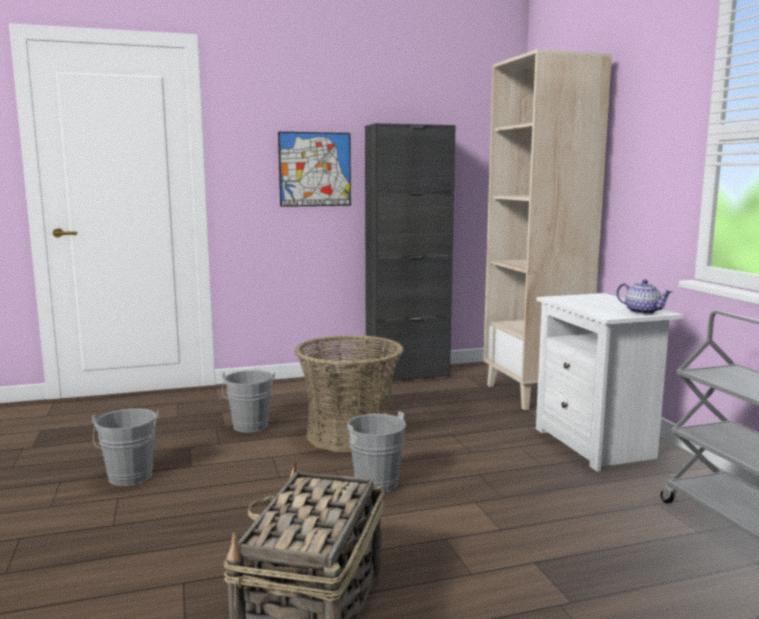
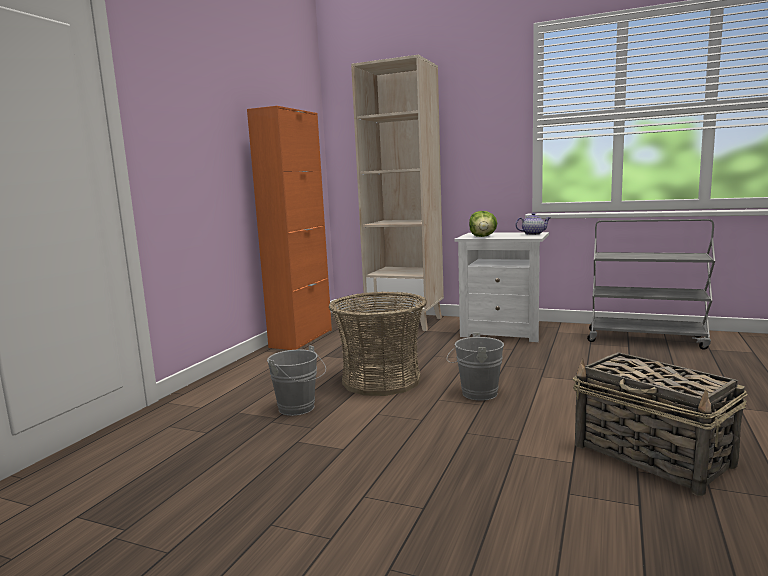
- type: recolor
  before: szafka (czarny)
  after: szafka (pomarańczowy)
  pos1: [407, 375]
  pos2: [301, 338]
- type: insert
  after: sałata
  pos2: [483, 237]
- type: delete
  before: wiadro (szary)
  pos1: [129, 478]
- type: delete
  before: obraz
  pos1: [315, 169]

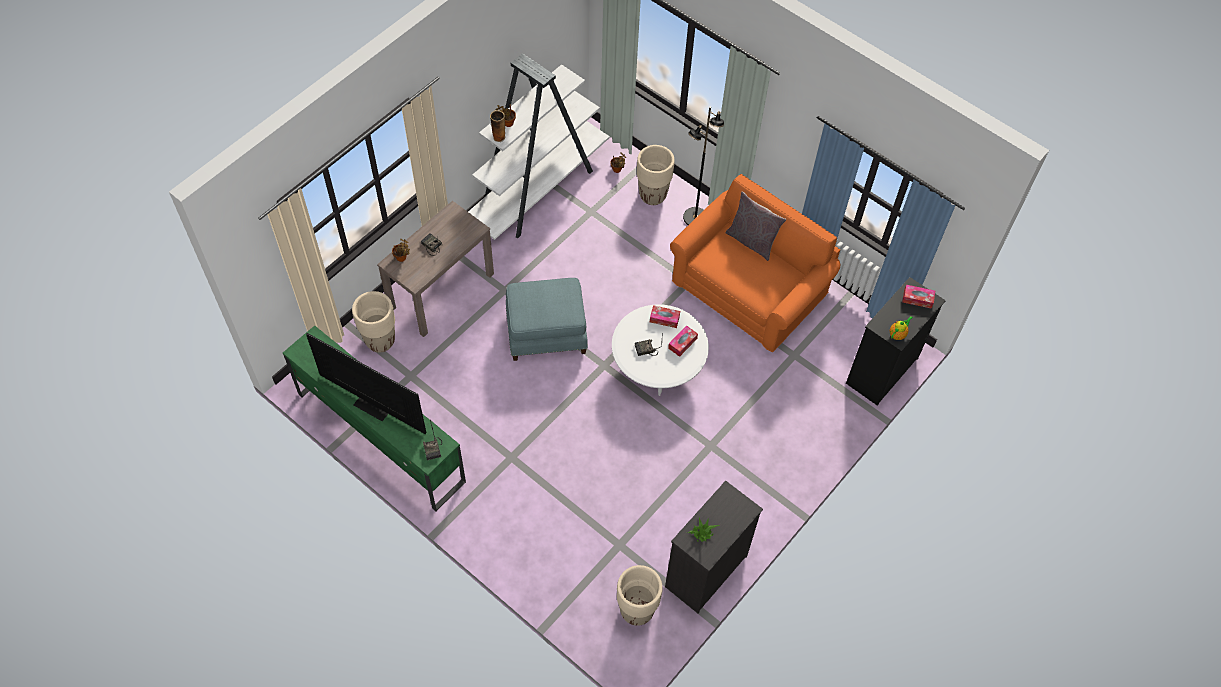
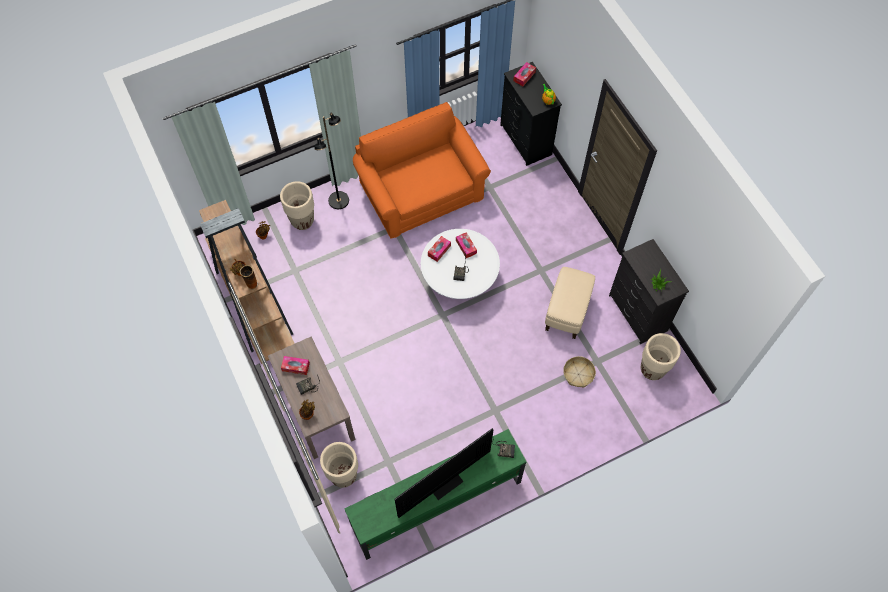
- type: recolor
  before: regał (biały)
  after: regał (brązowy)
  pos1: [538, 190]
  pos2: [252, 300]
- type: insert
  after: pudełko chusteczek
  pos2: [295, 367]
- type: insert
  after: pufa (beżowy)
  pos2: [567, 312]
- type: insert
  after: koszyk
  pos2: [578, 374]
- type: delete
  before: pufa (niebieski)
  pos1: [546, 332]
- type: delete
  before: poduszka (szary)
  pos1: [752, 241]

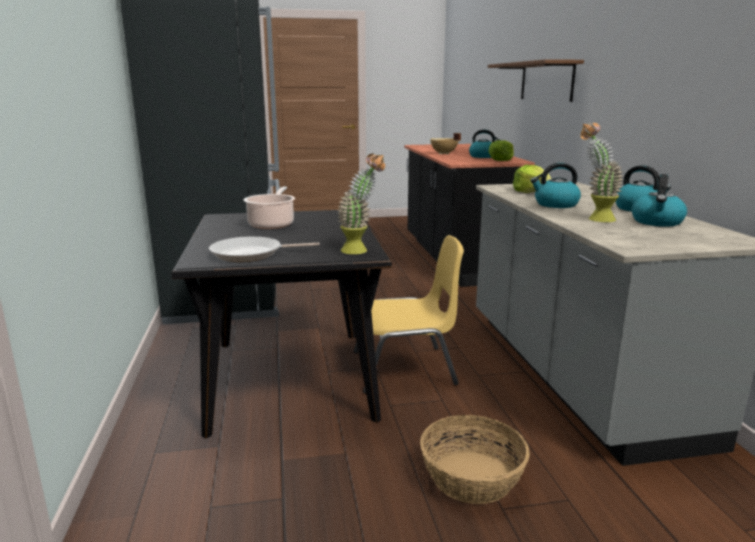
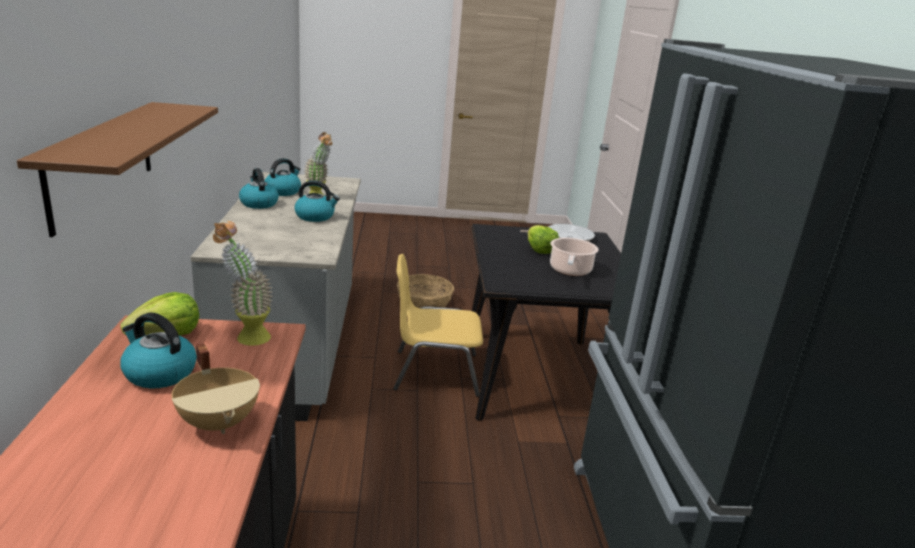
- type: move
  before: roślina doniczkowa
  pos1: [361, 251]
  pos2: [246, 336]
- type: move
  before: sałata
  pos1: [531, 192]
  pos2: [539, 250]

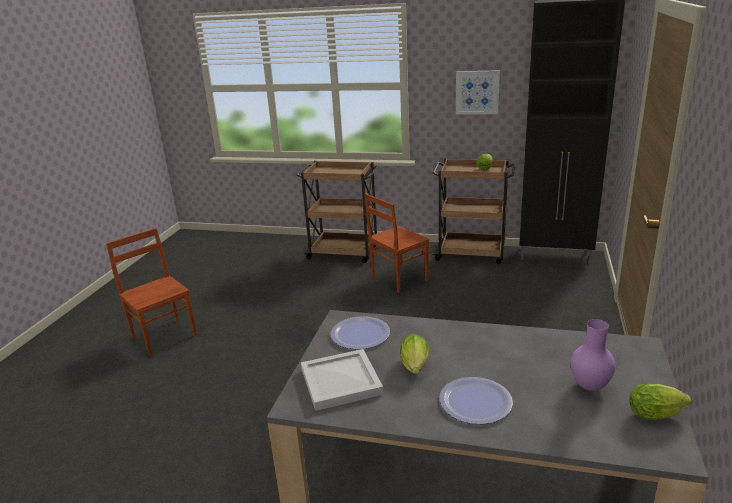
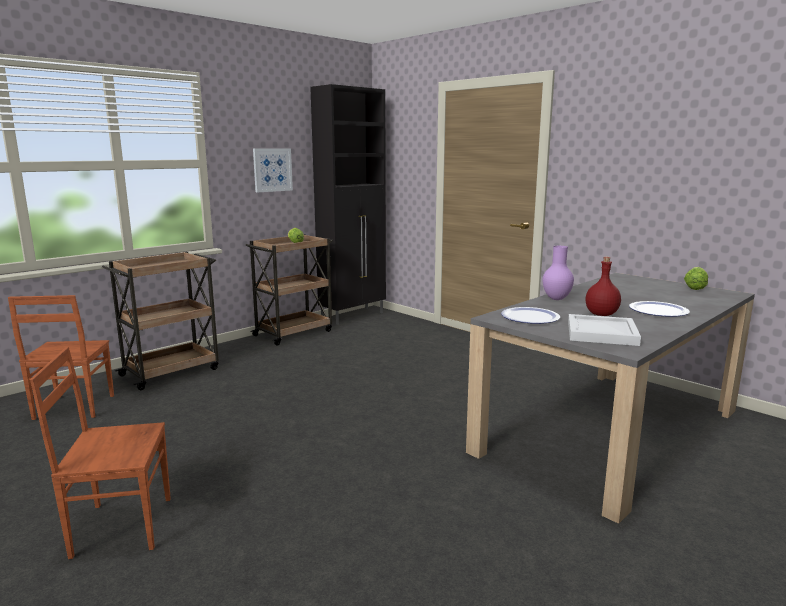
- type: move
  before: krzesło (brązowy)
  pos1: [398, 279]
  pos2: [73, 408]
- type: move
  before: wazon (fioletowy)
  pos1: [589, 387]
  pos2: [557, 299]
- type: replace
  before: sałata
  after: butelka (czerwony)
  pos1: [415, 368]
  pos2: [601, 314]

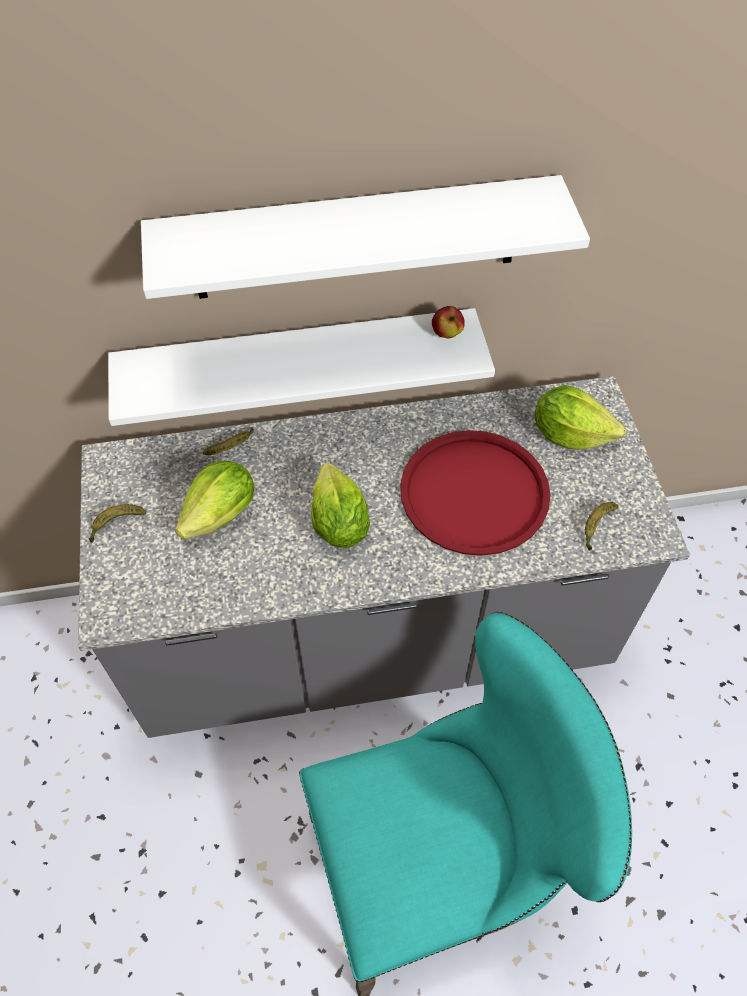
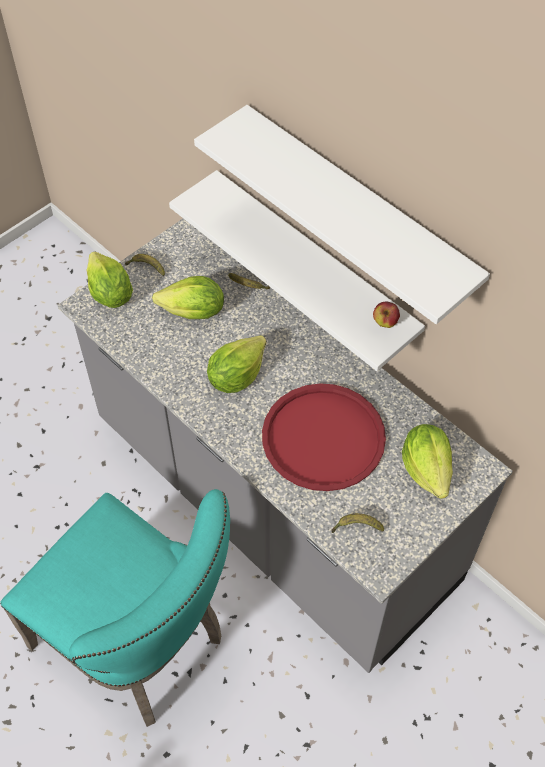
- type: insert
  after: sałata
  pos2: [110, 294]

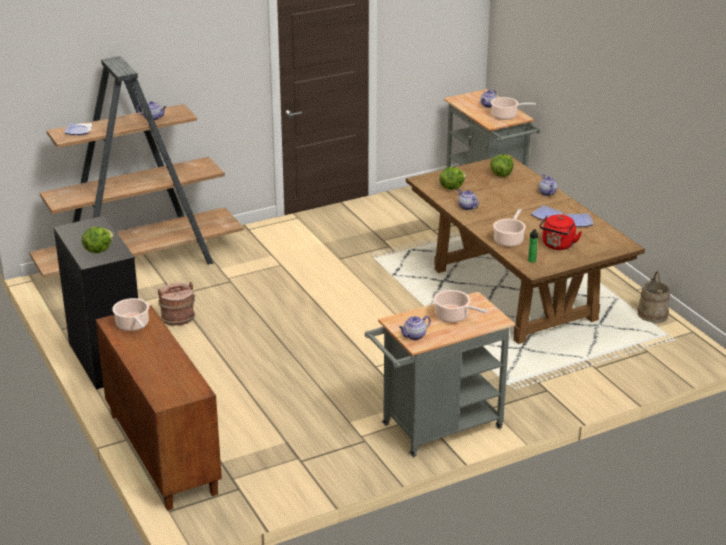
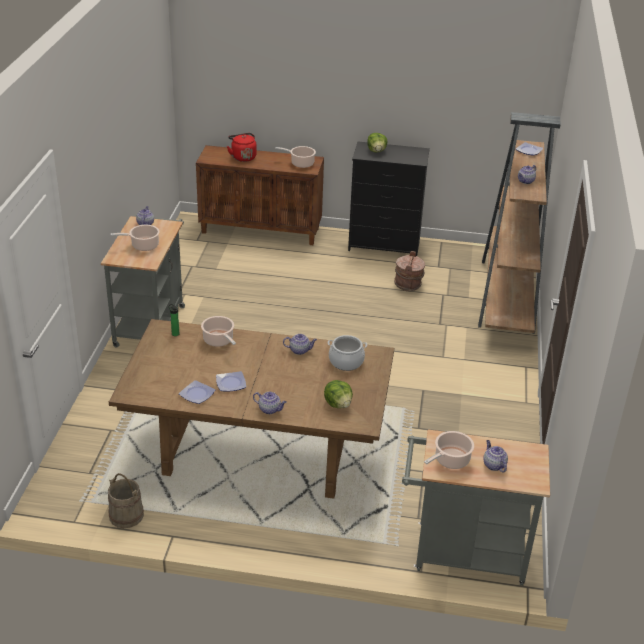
- type: move
  before: czajnik (czerwony)
  pos1: [557, 245]
  pos2: [243, 157]
- type: replace
  before: sałata
  after: garnek
  pos1: [451, 187]
  pos2: [346, 362]

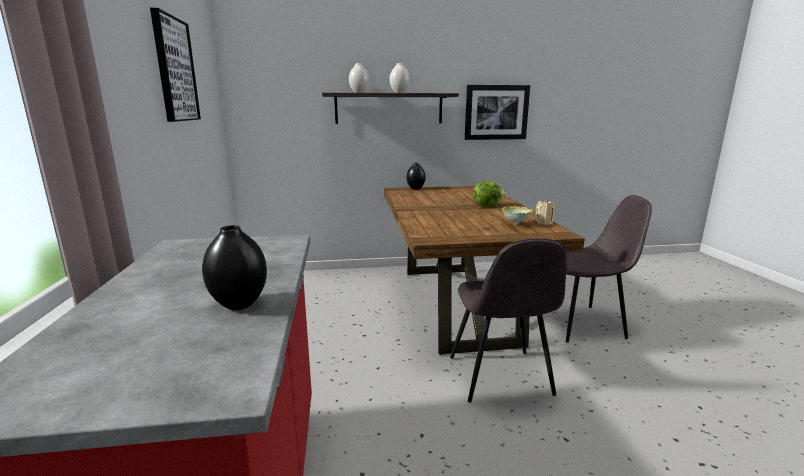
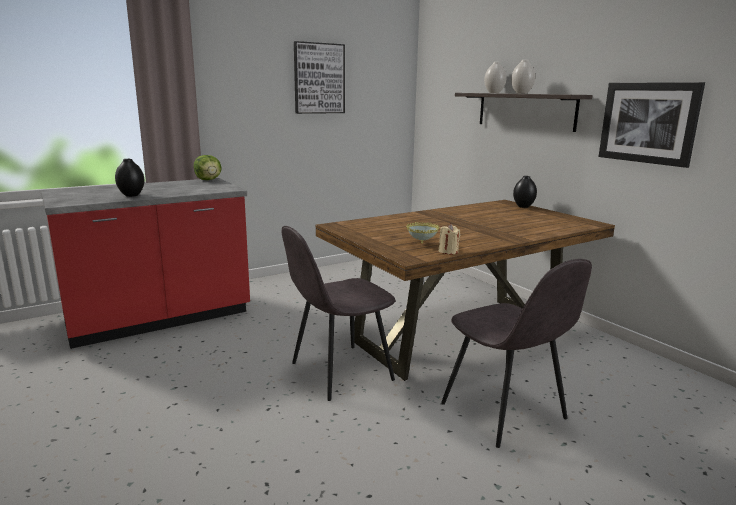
- type: move
  before: sałata
  pos1: [487, 206]
  pos2: [209, 180]

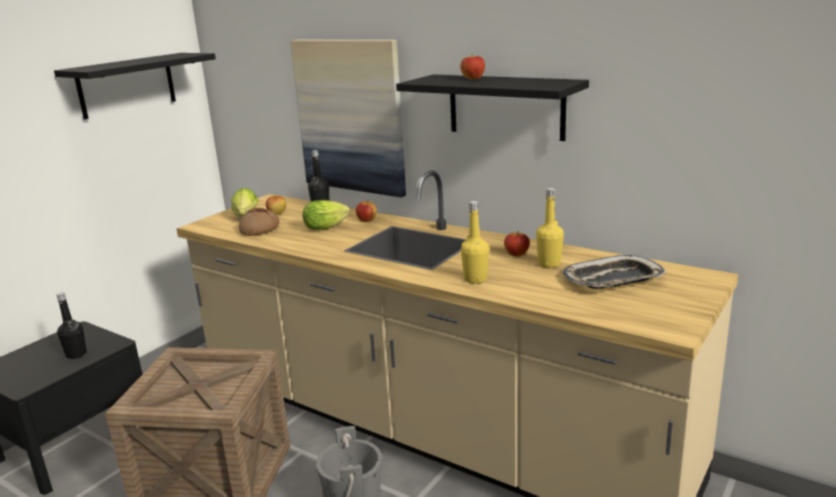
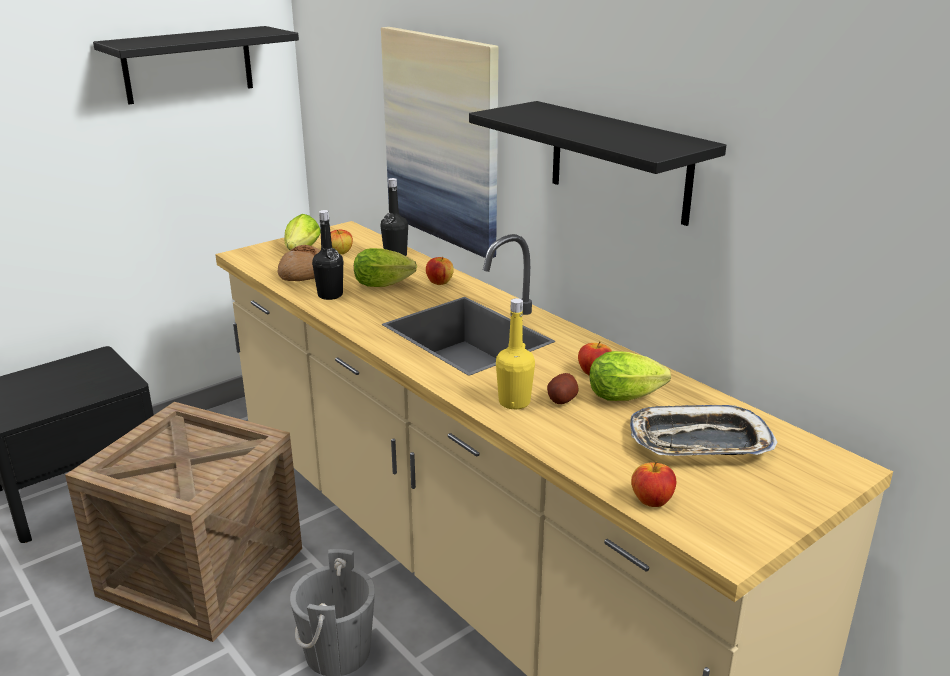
- type: move
  before: butelka (czarny)
  pos1: [76, 354]
  pos2: [330, 295]
- type: insert
  after: ziemniak
  pos2: [561, 399]
- type: replace
  before: butelka (żółty)
  after: sałata
  pos1: [549, 263]
  pos2: [628, 397]
- type: move
  before: jabłko
  pos1: [473, 79]
  pos2: [652, 501]

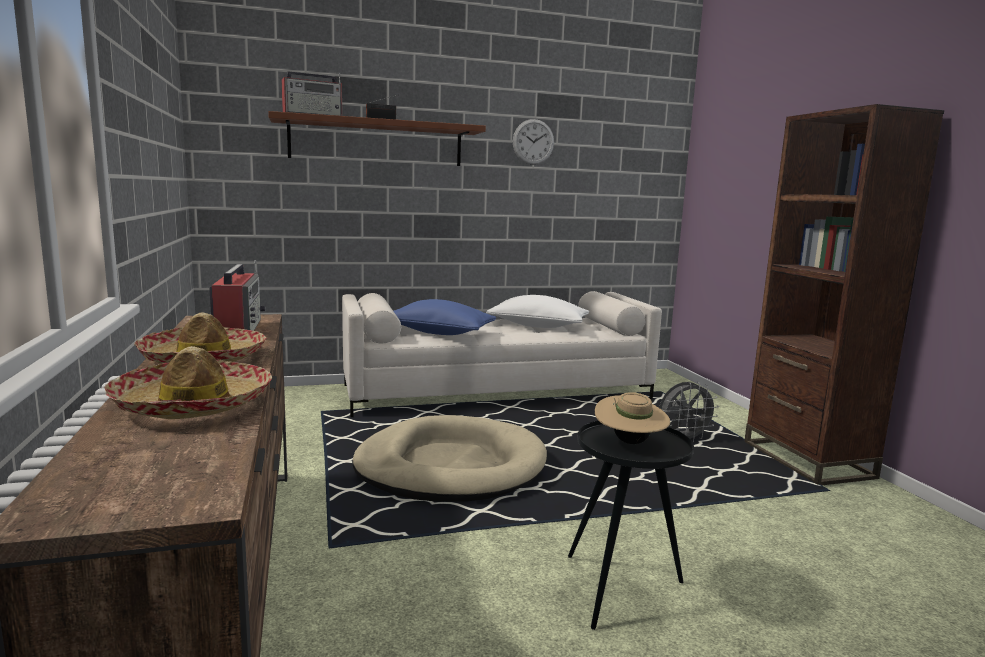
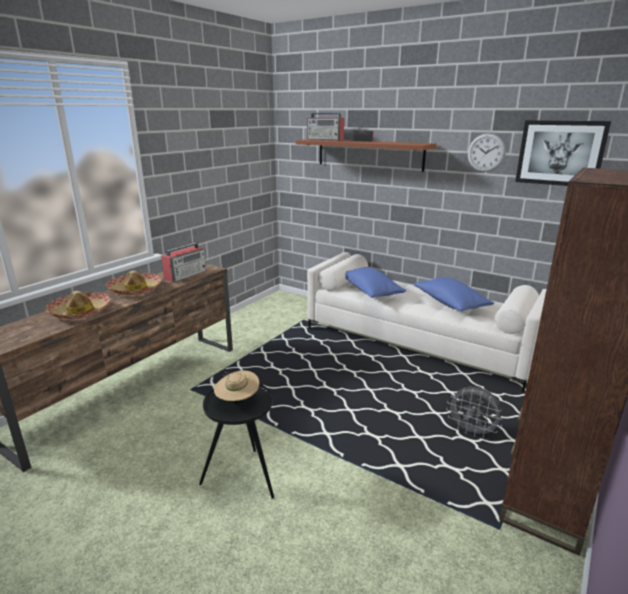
- type: recolor
  before: poduszka (biały)
  after: poduszka (niebieski)
  pos1: [537, 326]
  pos2: [450, 303]
- type: insert
  after: obraz
  pos2: [560, 153]
- type: delete
  before: legowisko (beżowy)
  pos1: [450, 466]

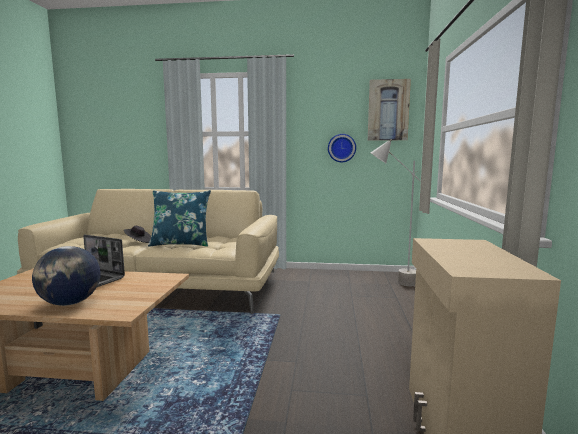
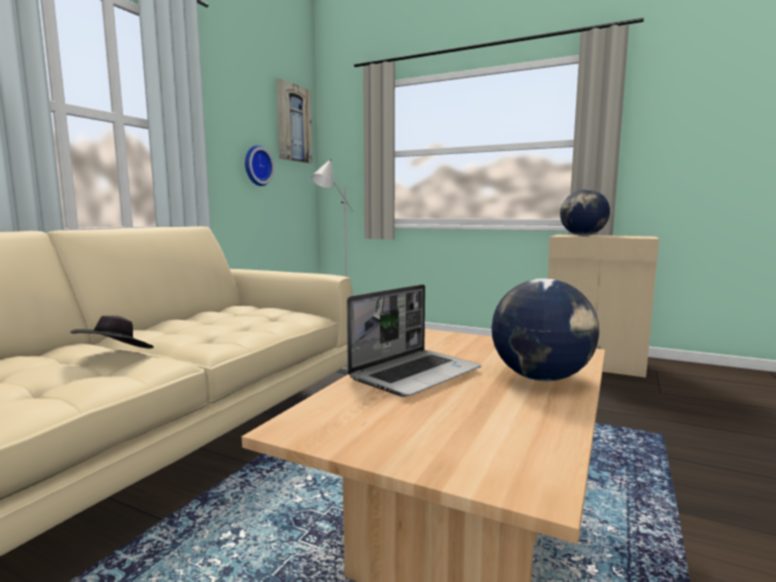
- type: insert
  after: globus
  pos2: [582, 235]
- type: delete
  before: poduszka (niebieski)
  pos1: [181, 244]

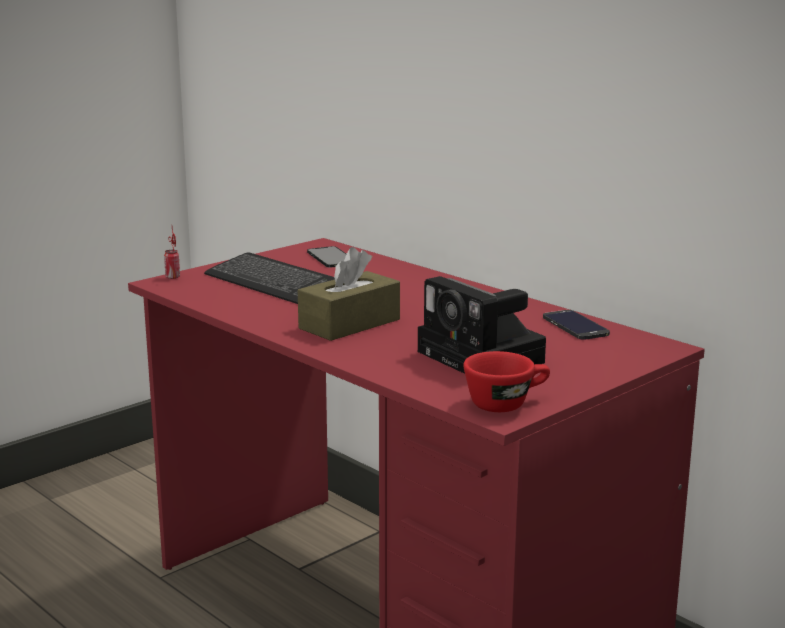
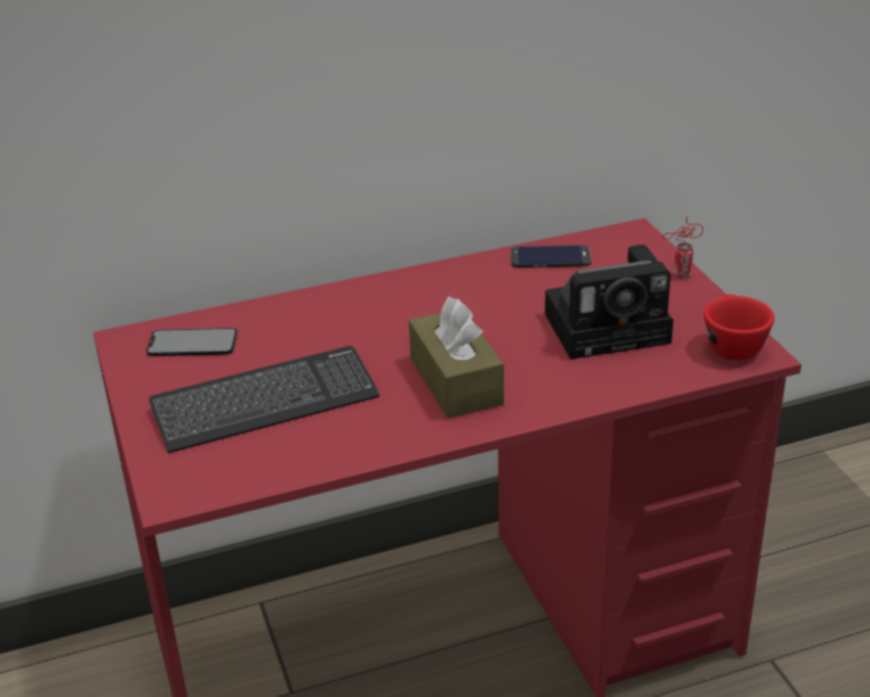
- type: move
  before: puszka
  pos1: [172, 277]
  pos2: [679, 275]

